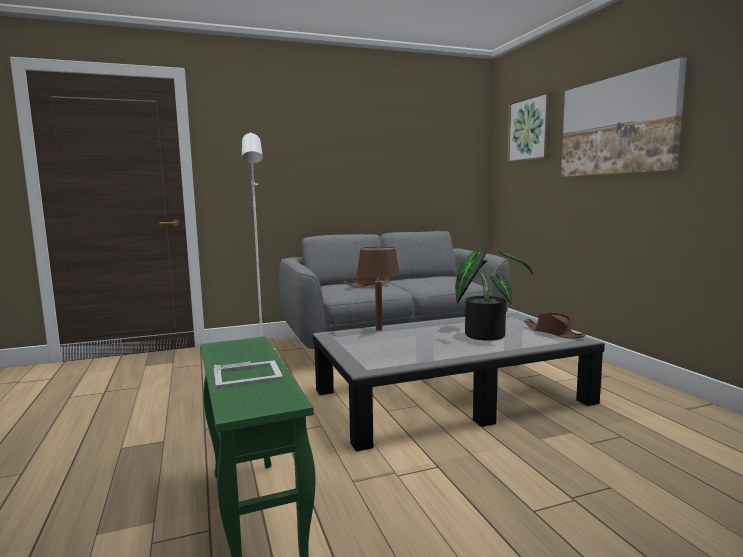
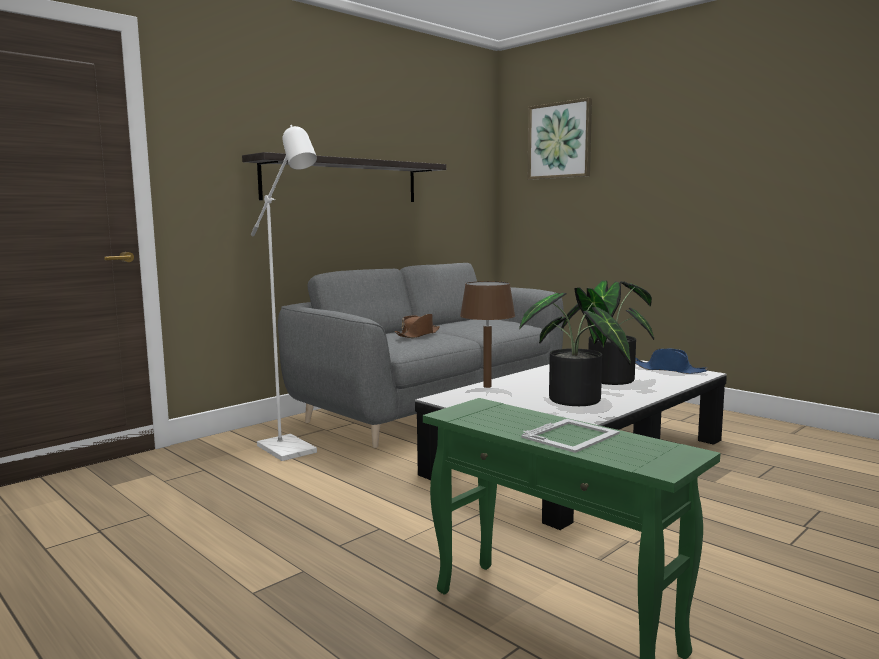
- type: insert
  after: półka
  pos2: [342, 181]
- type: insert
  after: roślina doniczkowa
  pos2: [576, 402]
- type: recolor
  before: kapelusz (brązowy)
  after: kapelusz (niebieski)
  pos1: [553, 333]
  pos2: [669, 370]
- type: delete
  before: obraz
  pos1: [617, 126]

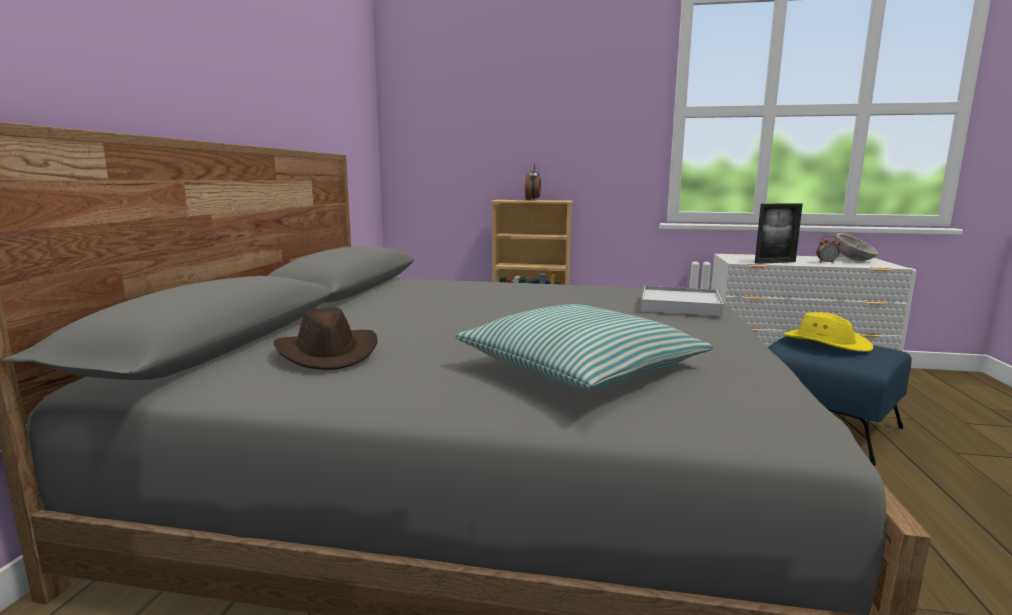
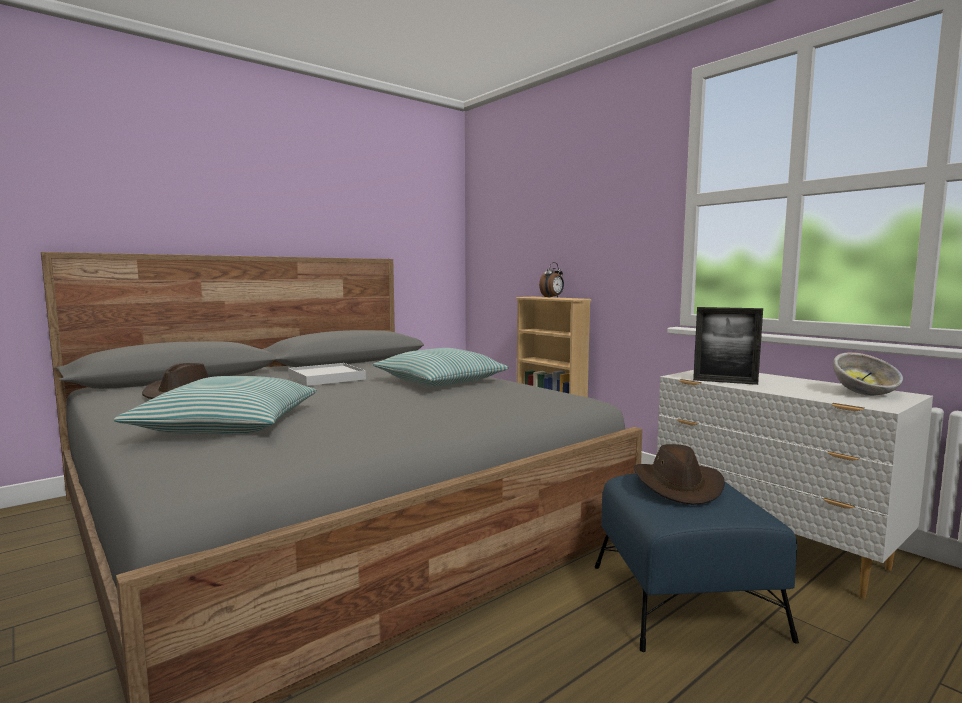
- type: move
  before: taca (biały)
  pos1: [680, 305]
  pos2: [326, 378]
- type: insert
  after: poduszka
  pos2: [440, 381]
- type: recolor
  before: kapelusz (żółty)
  after: kapelusz (brązowy)
  pos1: [825, 343]
  pos2: [678, 485]
- type: delete
  before: budzik
  pos1: [826, 263]

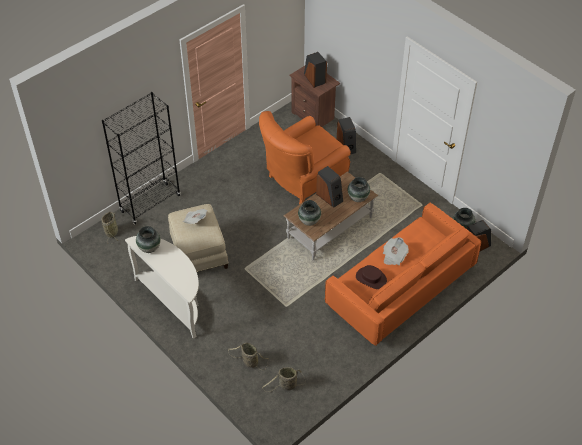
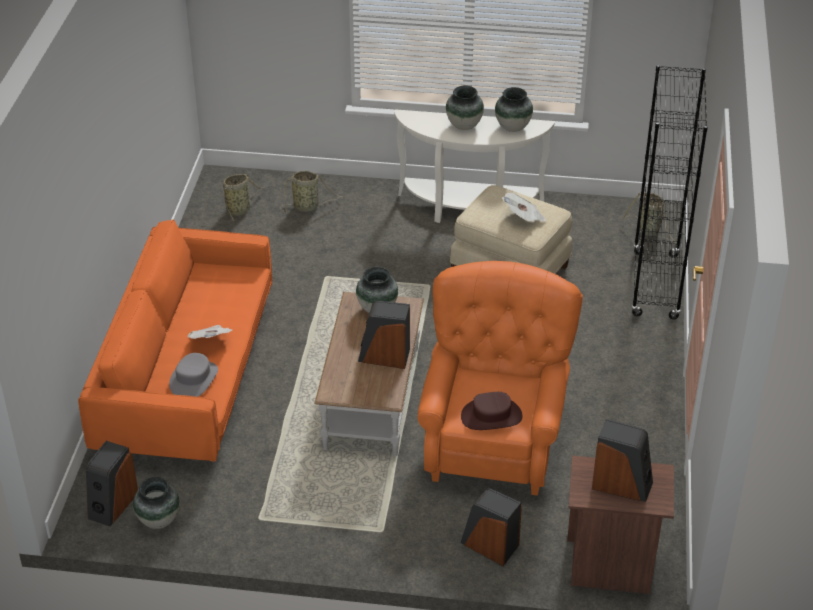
- type: insert
  after: kapelusz (szary)
  pos2: [193, 379]
- type: move
  before: wazon
  pos1: [358, 198]
  pos2: [463, 126]
- type: move
  before: kapelusz (brązowy)
  pos1: [371, 278]
  pos2: [491, 416]

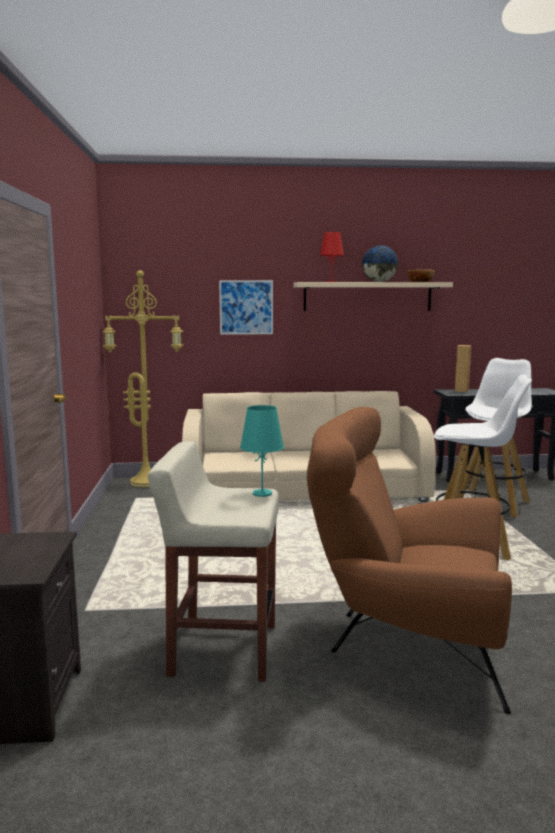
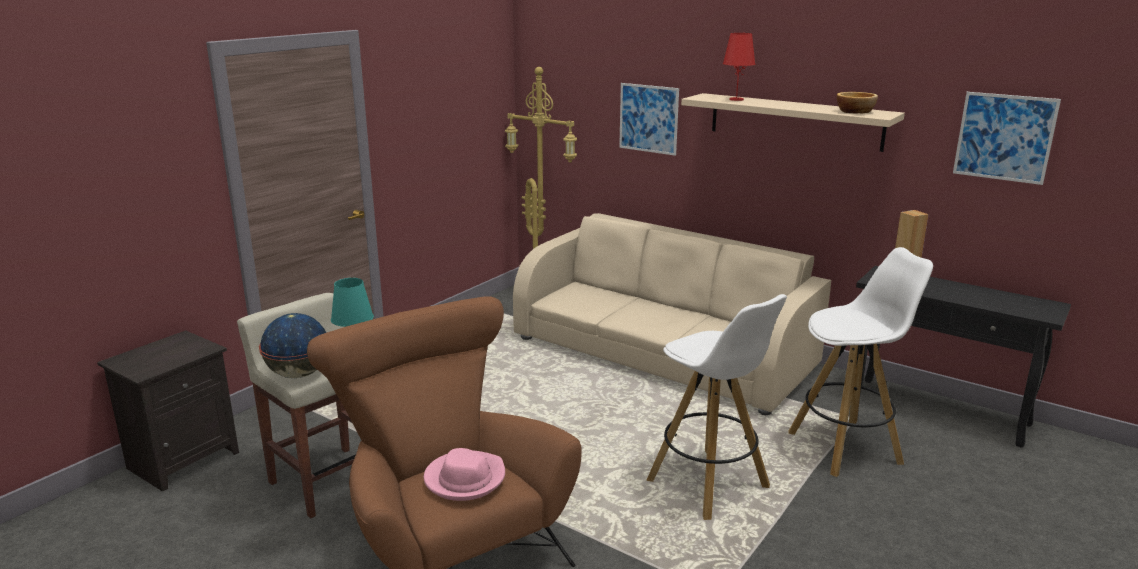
- type: move
  before: globus
  pos1: [379, 282]
  pos2: [298, 374]
- type: insert
  after: kapelusz (różowy)
  pos2: [465, 479]
- type: insert
  after: obraz
  pos2: [1004, 137]

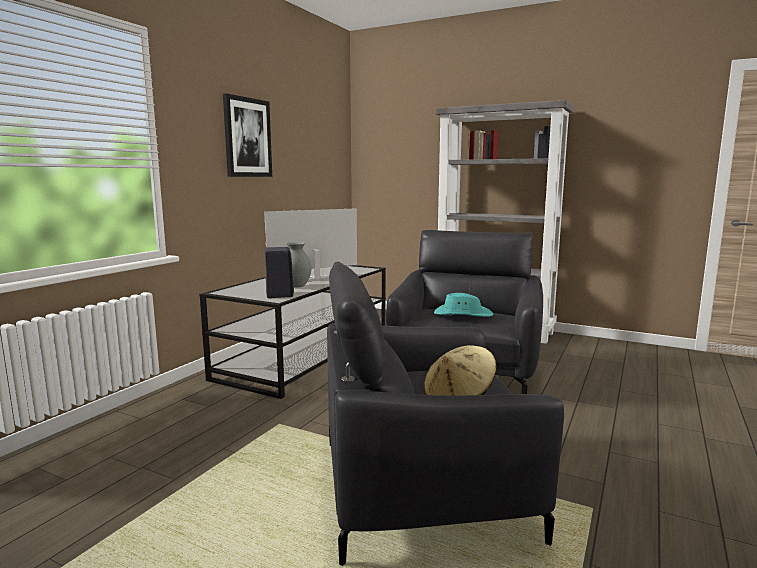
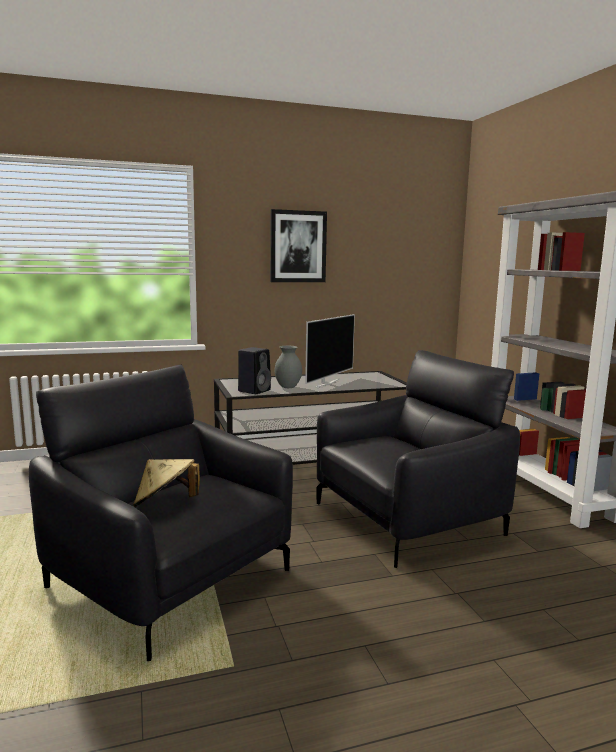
- type: rotate
  before: telewizor
  pos1: [315, 277]
  pos2: [326, 383]
  turn: 105
- type: delete
  before: kapelusz (turkusowy)
  pos1: [462, 314]

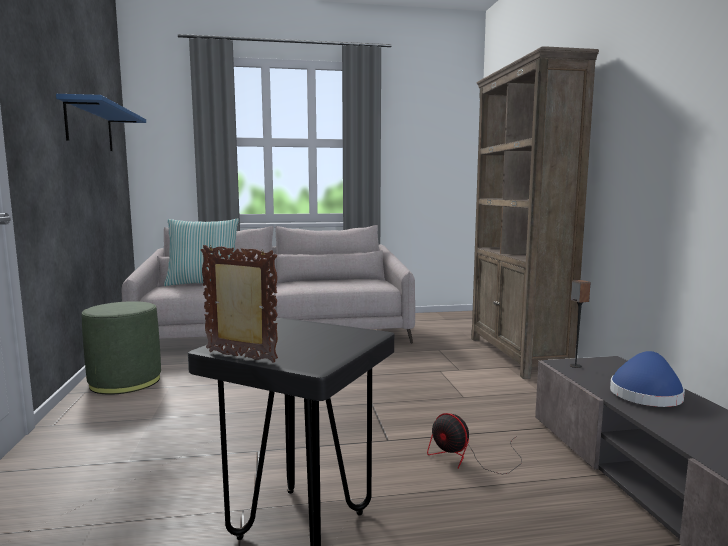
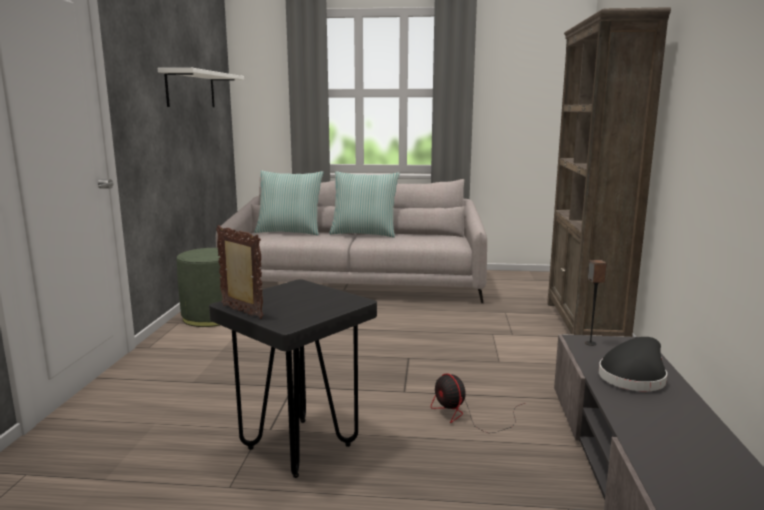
- type: recolor
  before: półka (niebieski)
  after: półka (biały)
  pos1: [90, 127]
  pos2: [191, 89]
- type: insert
  after: poduszka
  pos2: [364, 234]
- type: recolor
  before: kapelusz (niebieski)
  after: kapelusz (czarny)
  pos1: [645, 394]
  pos2: [634, 377]

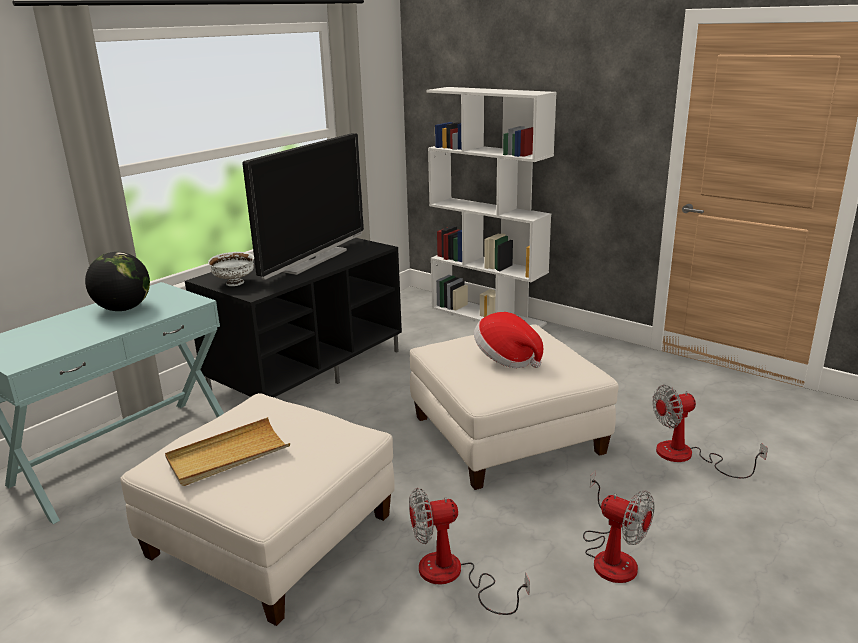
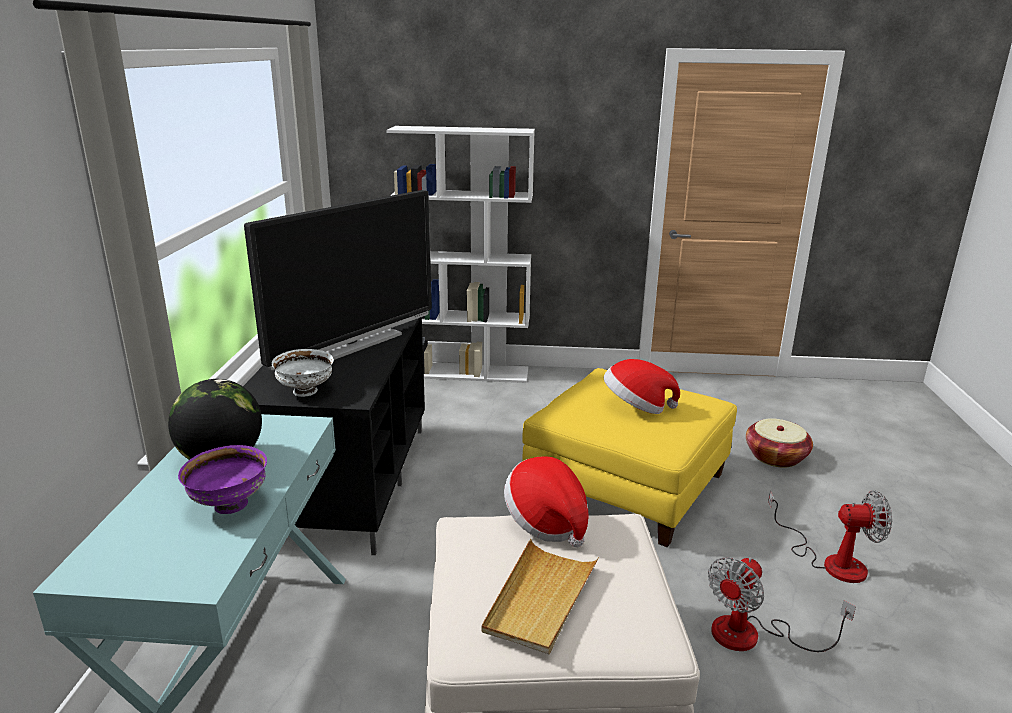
- type: insert
  after: miska (fioletowy)
  pos2: [229, 506]
- type: rotate
  before: telewizor
  pos1: [312, 260]
  pos2: [352, 345]
  turn: 45
- type: insert
  after: kapelusz
  pos2: [546, 522]
- type: recolor
  before: pufa (biały)
  after: pufa (żółty)
  pos1: [506, 434]
  pos2: [626, 484]
- type: replace
  before: wentylator
  after: koszyk
  pos1: [687, 456]
  pos2: [775, 457]

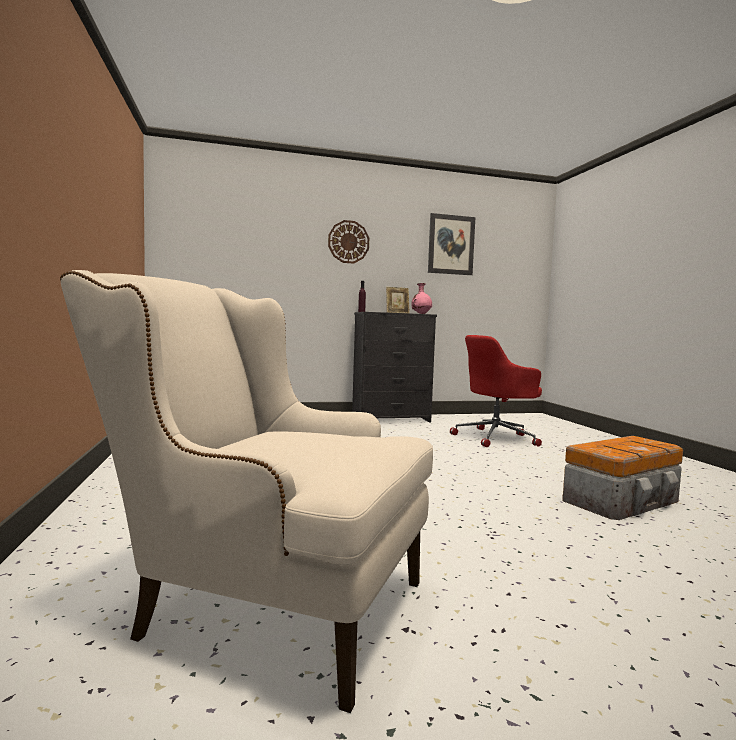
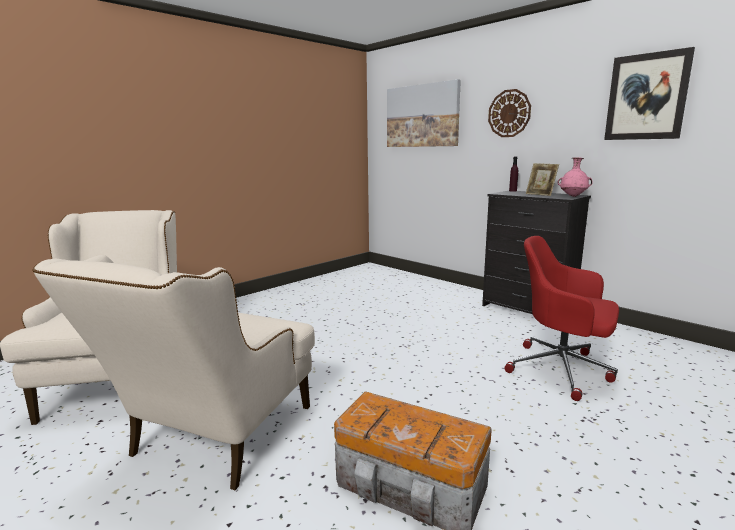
- type: insert
  after: fotel (beżowy)
  pos2: [213, 440]
- type: insert
  after: obraz
  pos2: [422, 116]

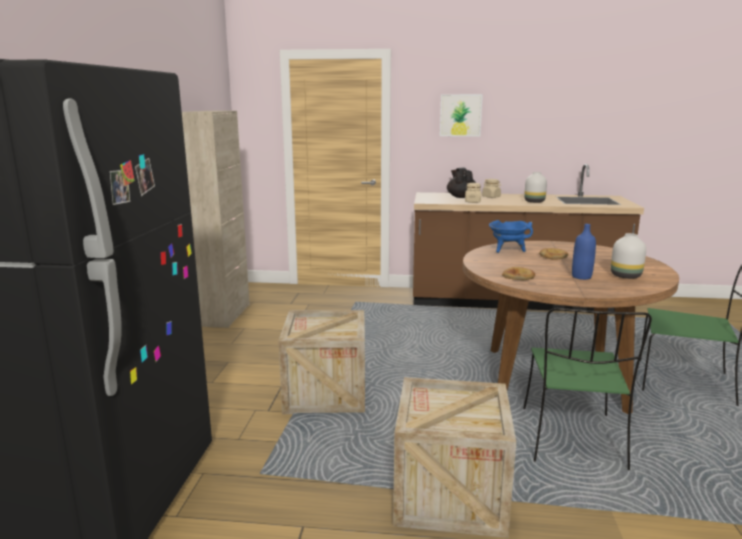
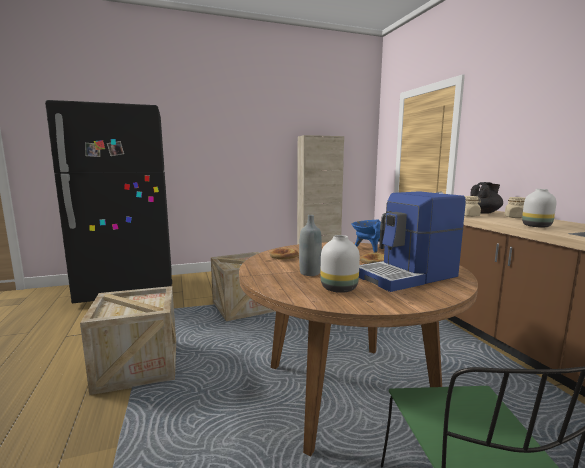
- type: recolor
  before: butelka (niebieski)
  after: butelka (szary)
  pos1: [581, 277]
  pos2: [310, 273]
- type: insert
  after: ekspres do kawy
  pos2: [407, 276]
- type: delete
  before: obraz
  pos1: [460, 115]
- type: delete
  before: krzesło (zielony)
  pos1: [573, 439]

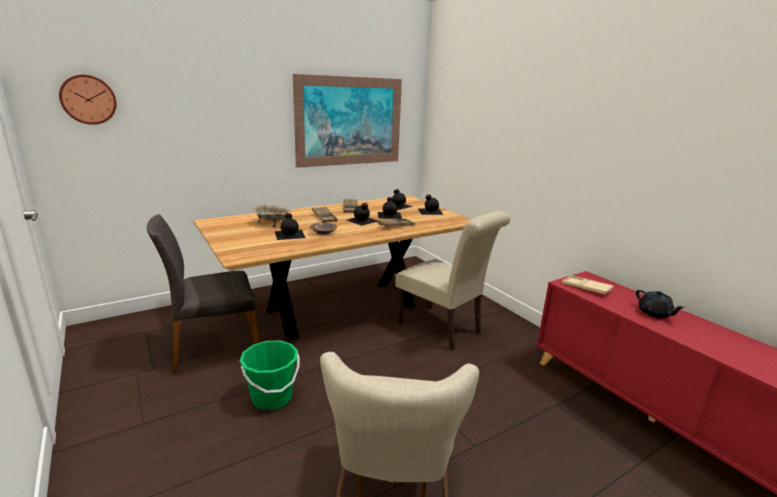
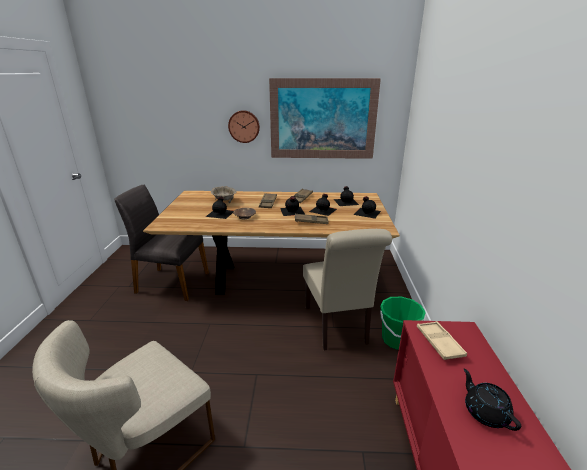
- type: move
  before: zegar ścienny
  pos1: [88, 99]
  pos2: [244, 126]
- type: move
  before: wiadro (zielony)
  pos1: [272, 397]
  pos2: [397, 340]
- type: rotate
  before: imbryk (czarny)
  pos1: [654, 313]
  pos2: [485, 412]
  turn: 150

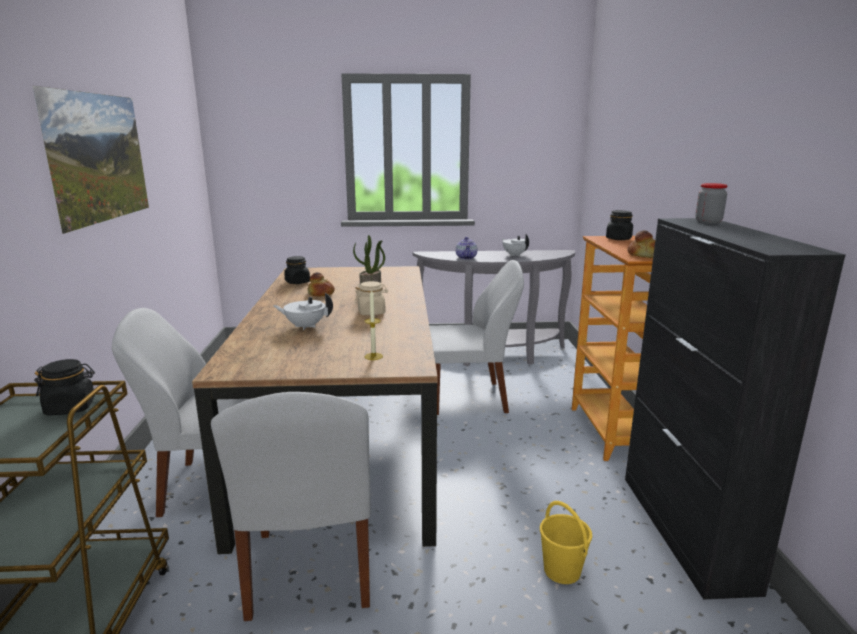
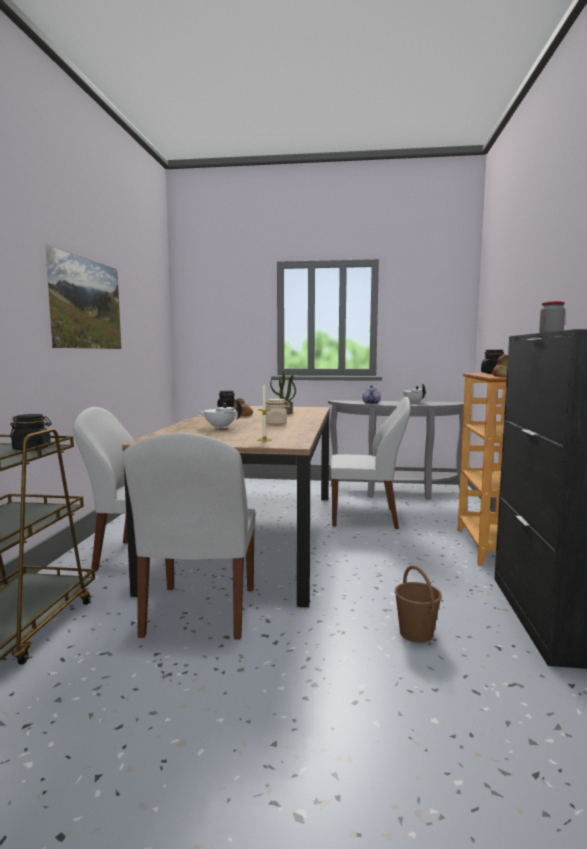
- type: recolor
  before: wiadro (żółty)
  after: wiadro (brązowy)
  pos1: [562, 571]
  pos2: [416, 634]

